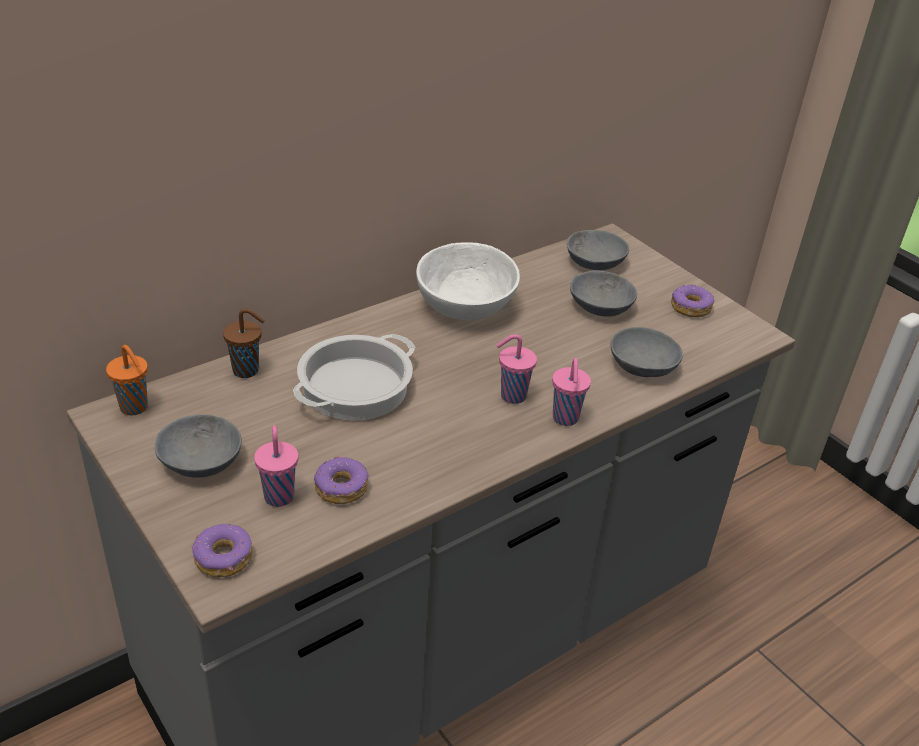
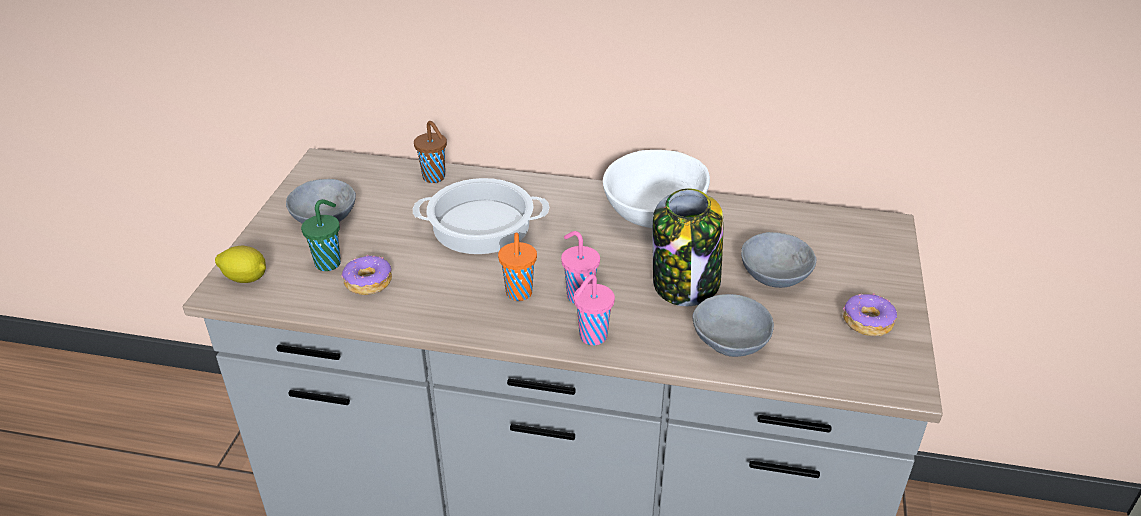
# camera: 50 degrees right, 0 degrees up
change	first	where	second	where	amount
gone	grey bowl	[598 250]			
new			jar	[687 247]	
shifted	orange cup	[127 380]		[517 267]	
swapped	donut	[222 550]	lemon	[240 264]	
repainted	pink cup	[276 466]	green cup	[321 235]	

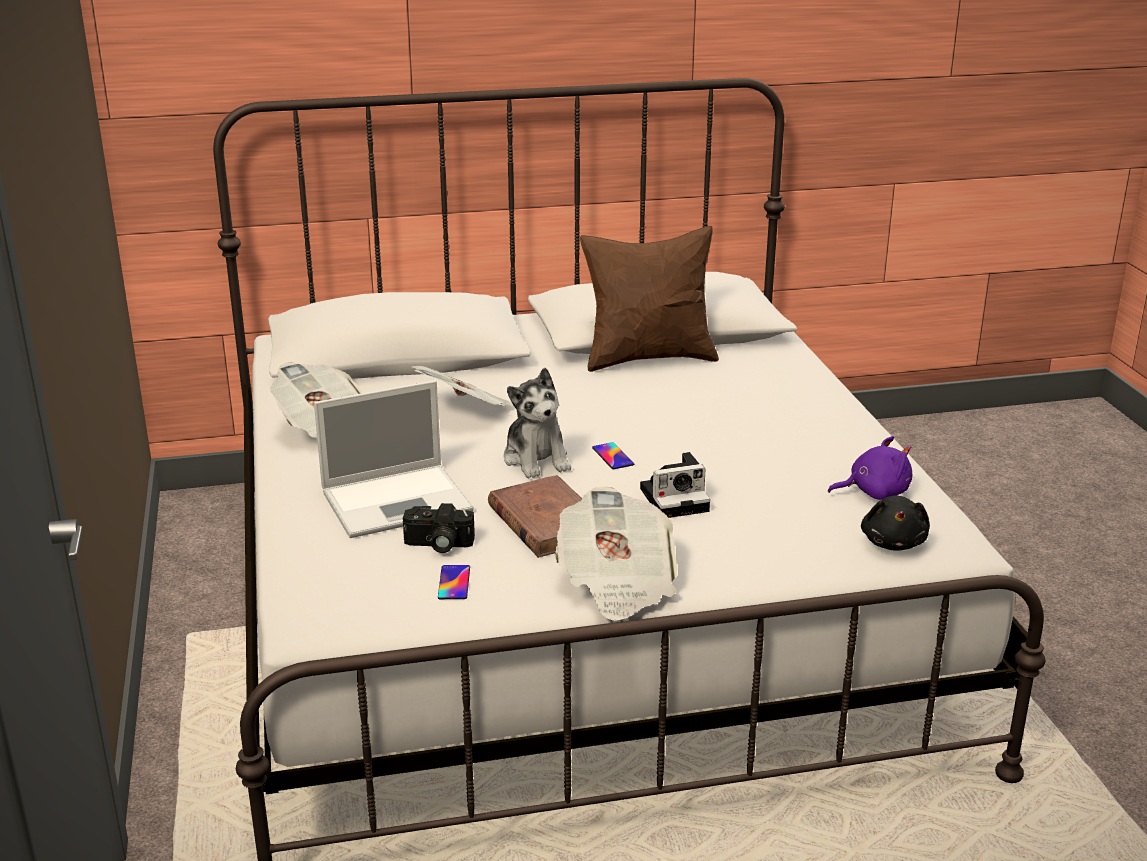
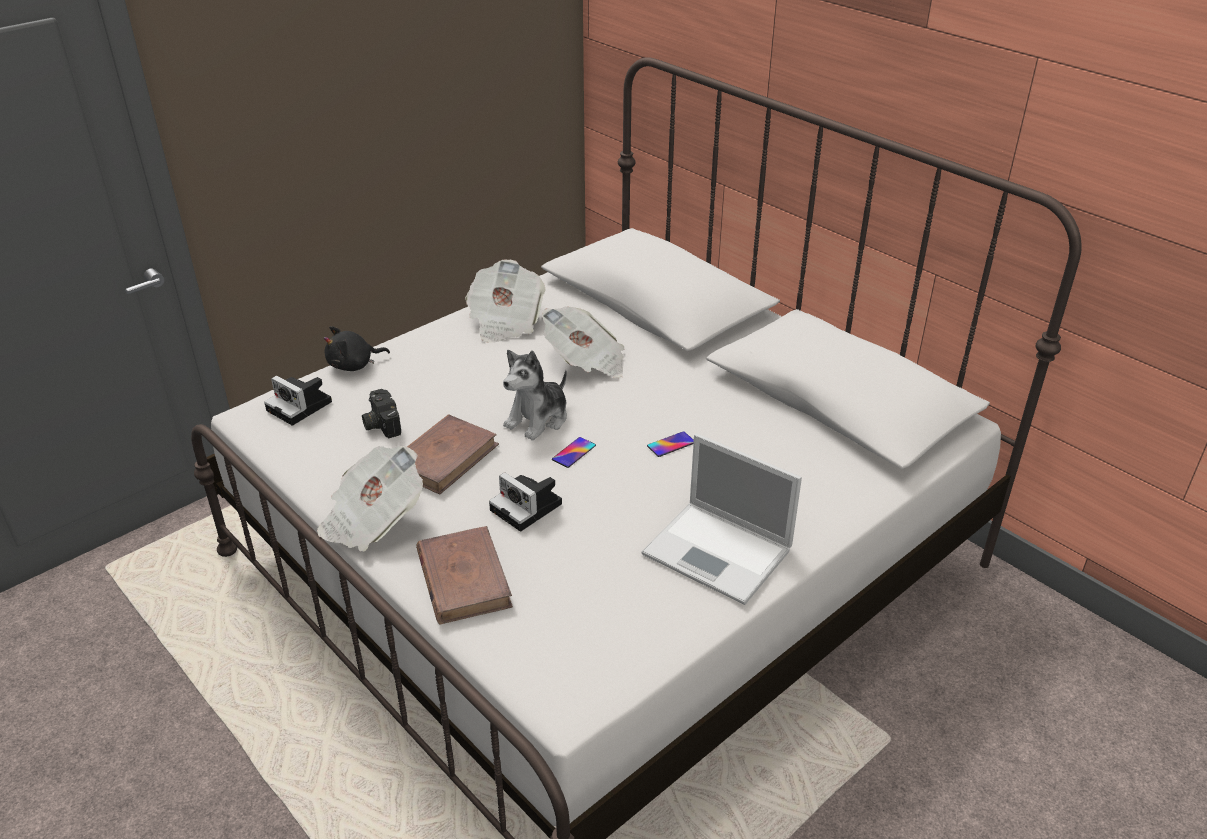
# camera: 60 degrees right, 10 degrees up
change	first	where	second	where	amount
gone	brown pillow	[649 299]			
gone	purple plush toy	[870 468]			
new			photo camera	[298 400]	
new			brown book	[464 575]	
shifted	laptop	[393 459]		[722 519]	
shifted	phone	[454 582]		[670 444]	
shifted	black plush toy	[895 523]		[357 348]	

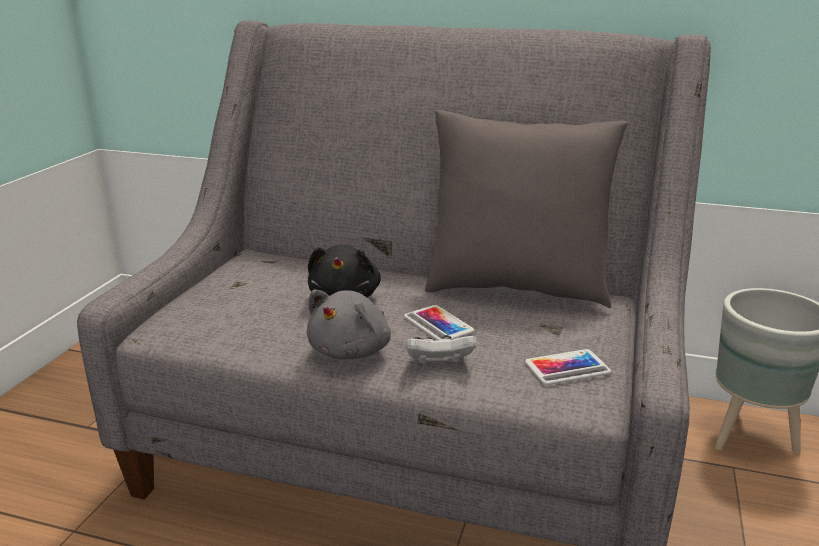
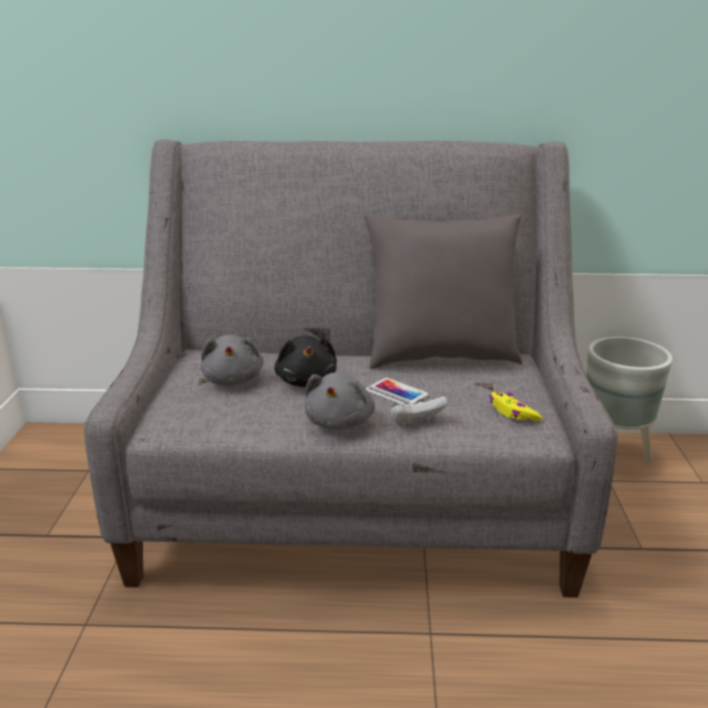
# camera: 15 degrees left, 0 degrees up
change	first	where	second	where	amount
new			grey plush toy	[232 360]	
swapped	phone	[568 367]	yellow game controller	[515 407]	

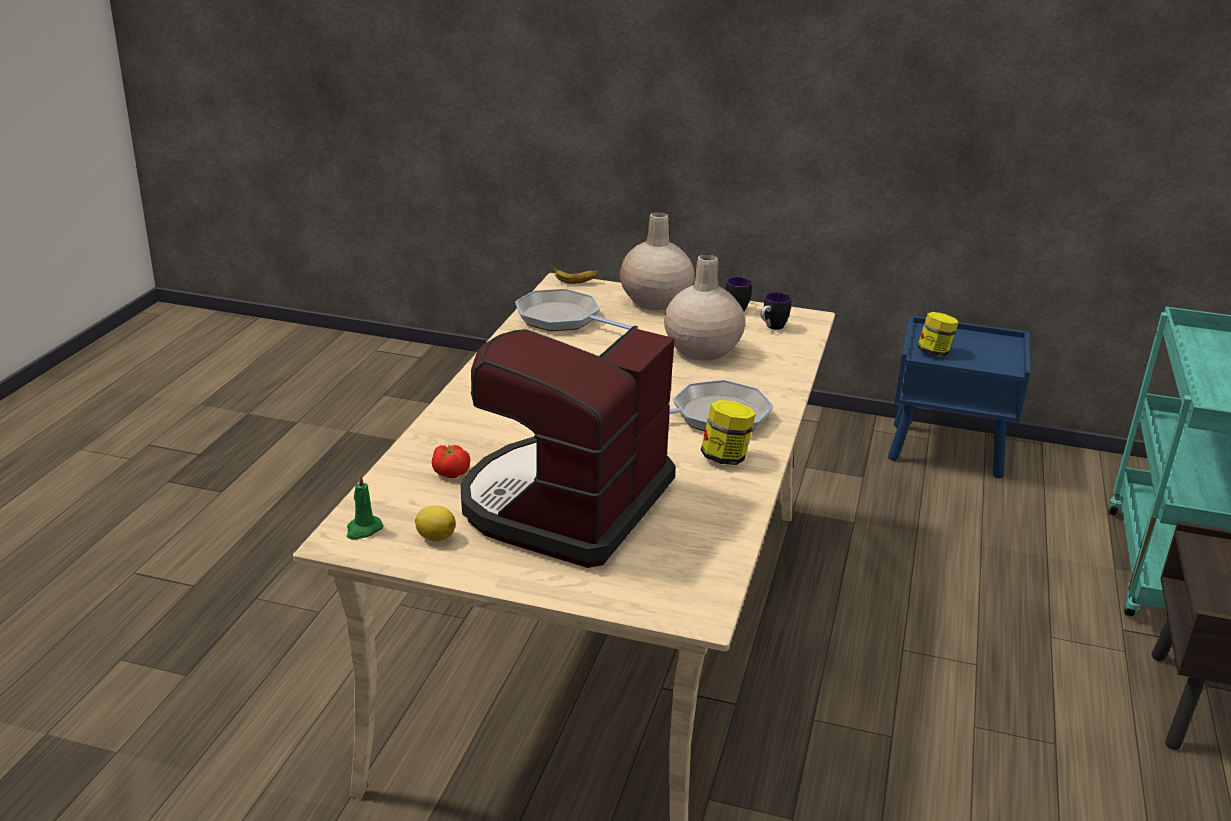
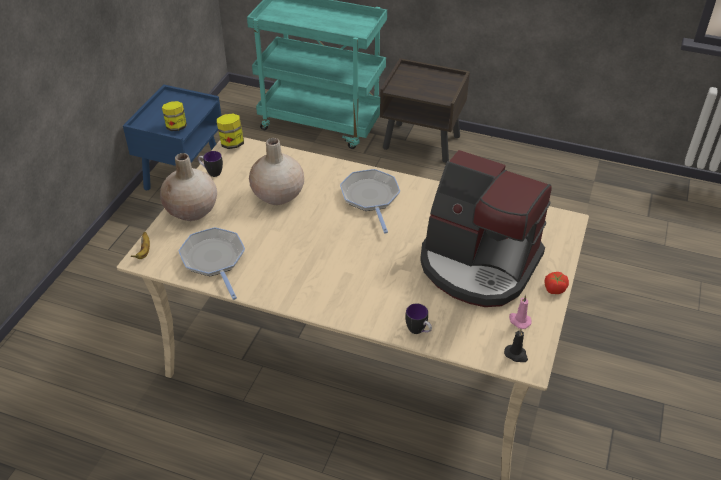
# camera: 85 degrees left, 15 degrees up
change	first	where	second	where	amount
shifted	tomato	[451 461]		[557 283]	
shifted	jar	[728 432]		[230 131]	
shifted	mug	[776 311]		[418 318]	
swapped	lemon	[435 523]	pink candle	[520 312]	
repainted	green candle	[365 507]	black candle	[516 345]	
rotated	frying pan	[576 310]		[211 263]	120 degrees clockwise

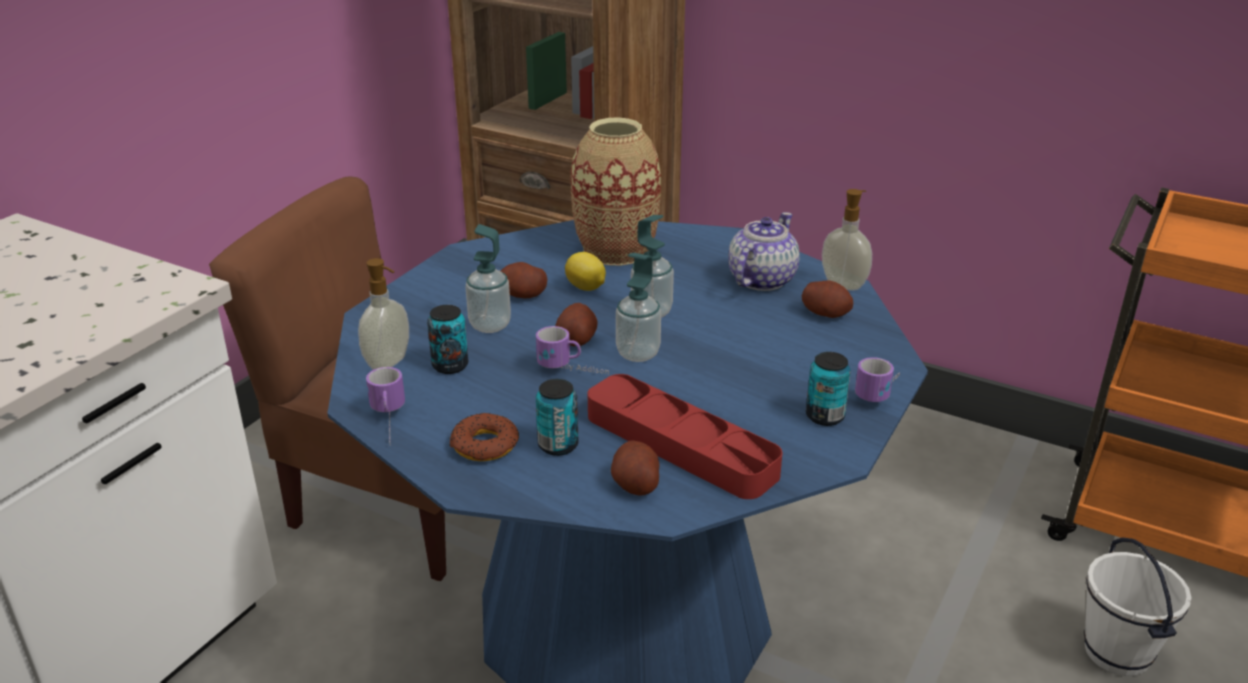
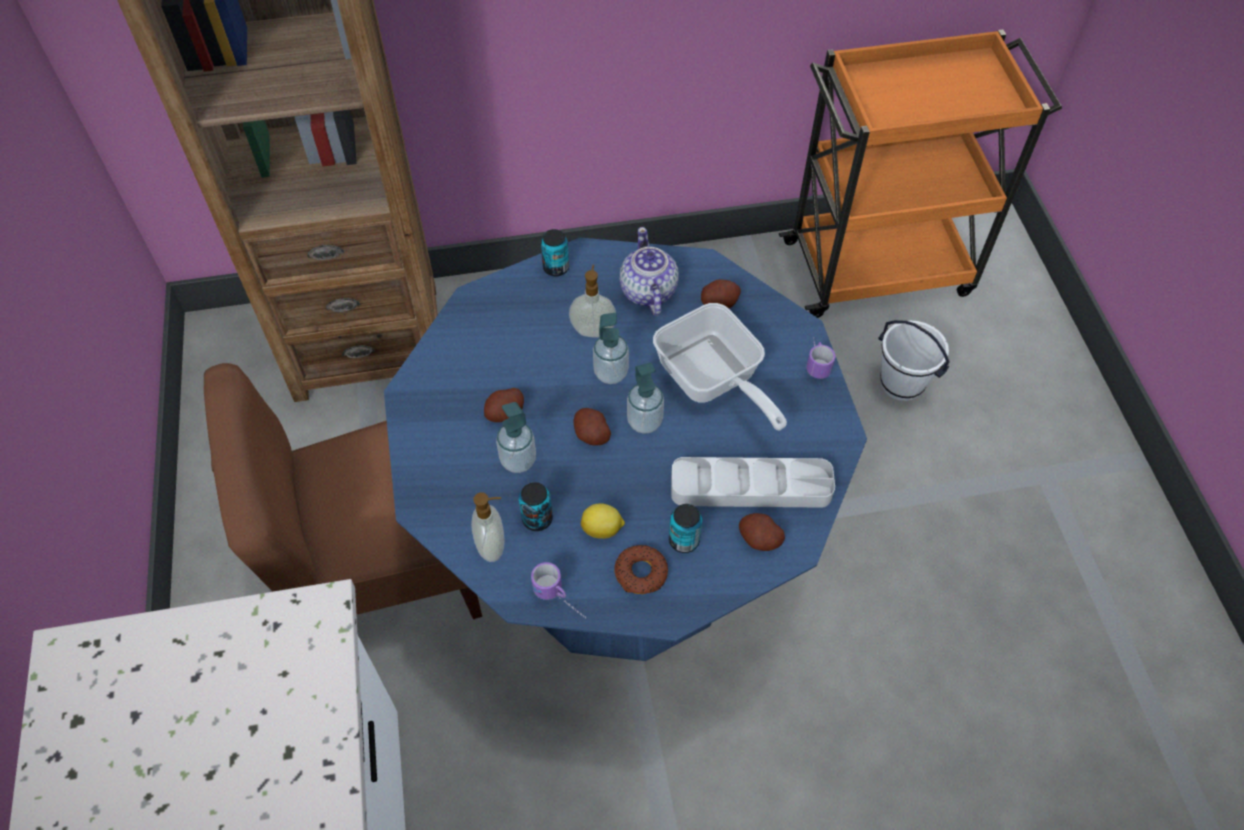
# camera: 40 degrees left, 25 degrees up
change	first	where	second	where	amount
gone	mug	[572 350]			
gone	vase	[616 191]			
new			frying pan	[720 366]	
shifted	lemon	[585 271]		[603 521]	
shifted	can	[828 389]		[555 252]	
shifted	soap dispenser	[847 240]		[592 301]	
repainted	red tray	[685 436]	grey tray	[753 482]	

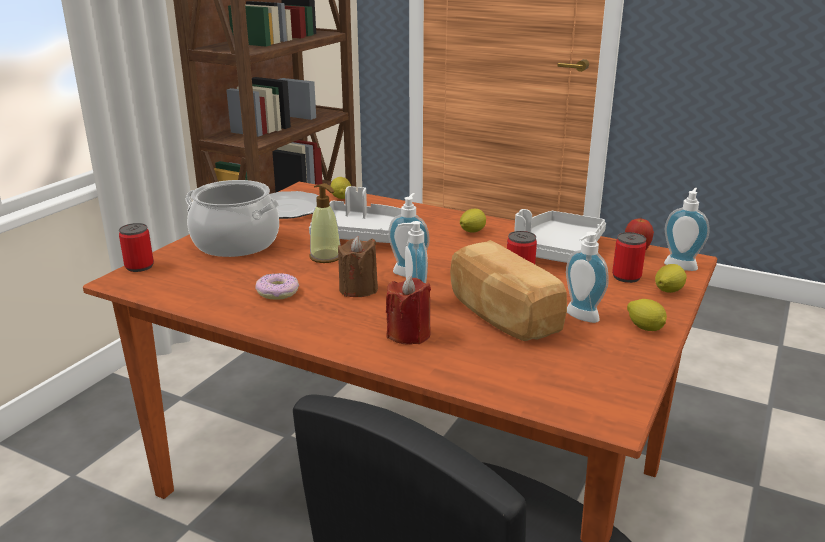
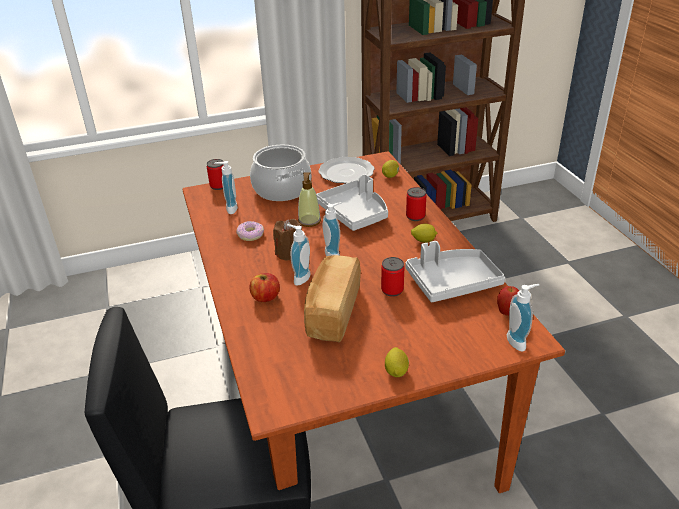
# camera: 45 degrees right, 10 degrees up
change	first	where	second	where	amount
gone	lemon	[671 278]			
shifted	soap dispenser	[587 277]		[226 187]	
shifted	can	[629 257]		[416 204]	
swapped	red candle	[408 310]	apple	[264 287]	

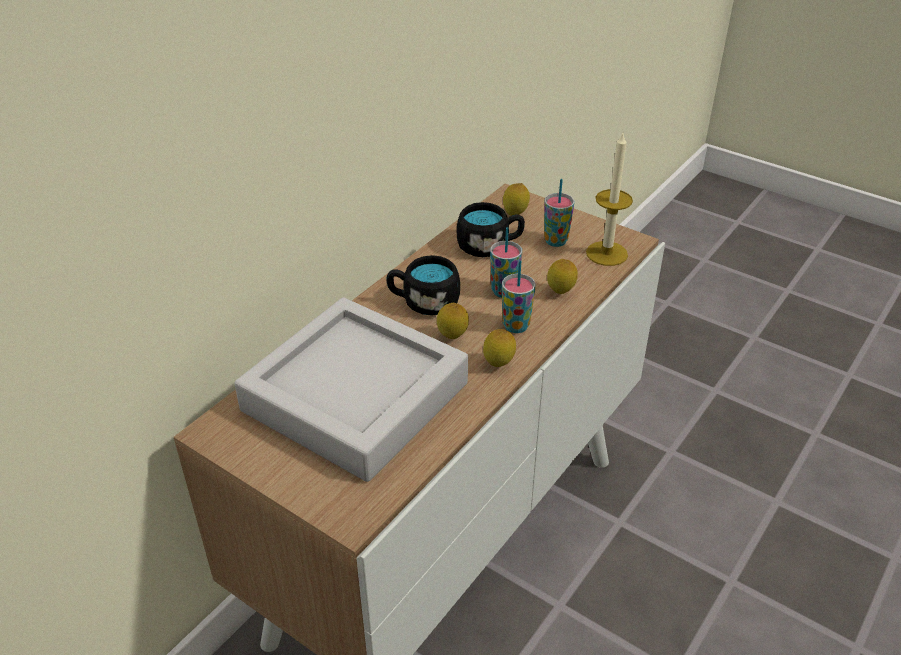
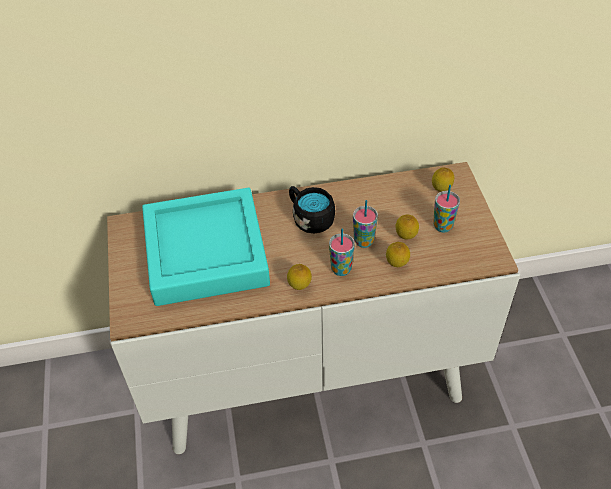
# camera: 45 degrees right, 10 degrees up
change	first	where	second	where	amount
gone	black mug	[491 229]			
gone	candle	[609 198]			
shifted	lemon	[453 321]		[407 227]	
repainted	grey tray	[351 389]	turquoise tray	[206 247]	

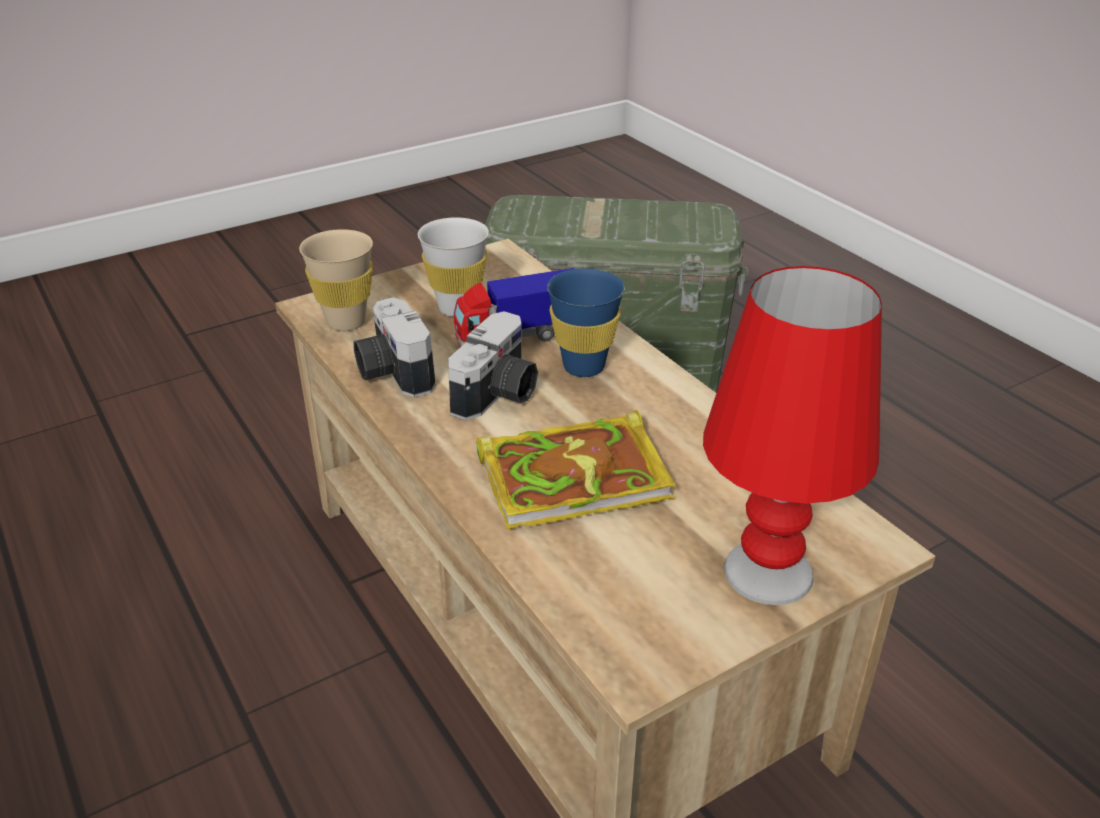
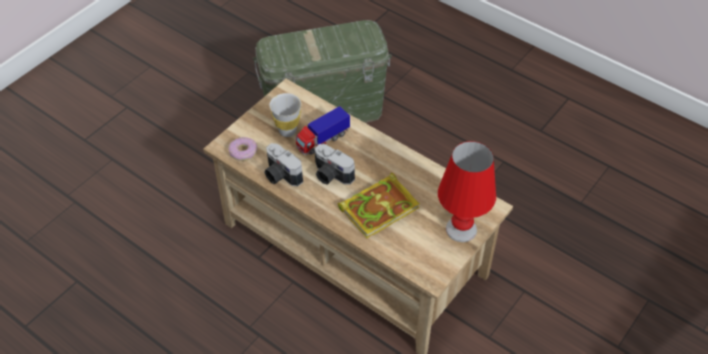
# camera: 20 degrees left, 15 degrees up
change	first	where	second	where	amount
gone	blue cup	[586 322]			
swapped	beige cup	[336 280]	donut	[242 149]	
rotated	photo camera	[493 365]		[334 164]	120 degrees clockwise

